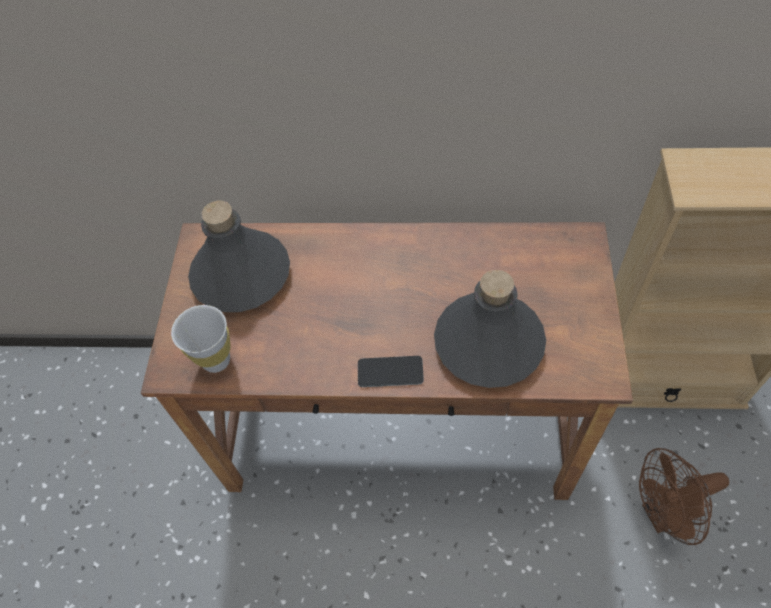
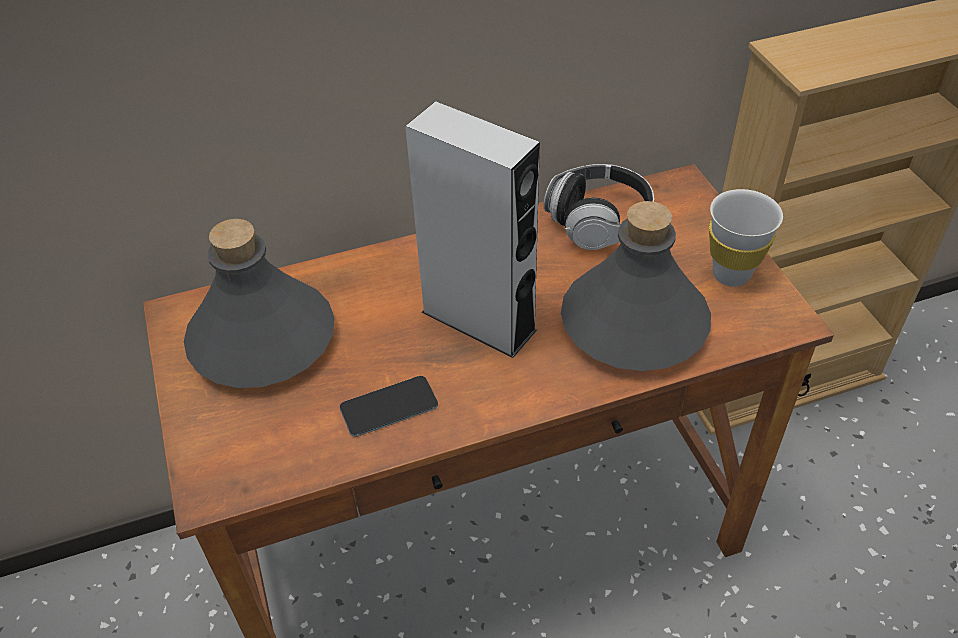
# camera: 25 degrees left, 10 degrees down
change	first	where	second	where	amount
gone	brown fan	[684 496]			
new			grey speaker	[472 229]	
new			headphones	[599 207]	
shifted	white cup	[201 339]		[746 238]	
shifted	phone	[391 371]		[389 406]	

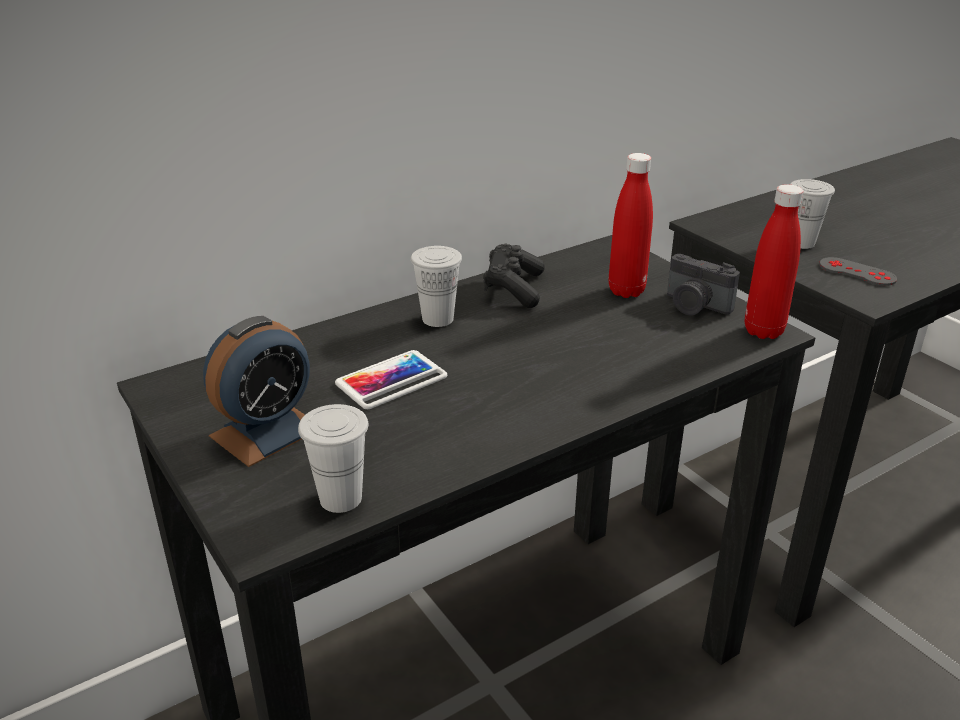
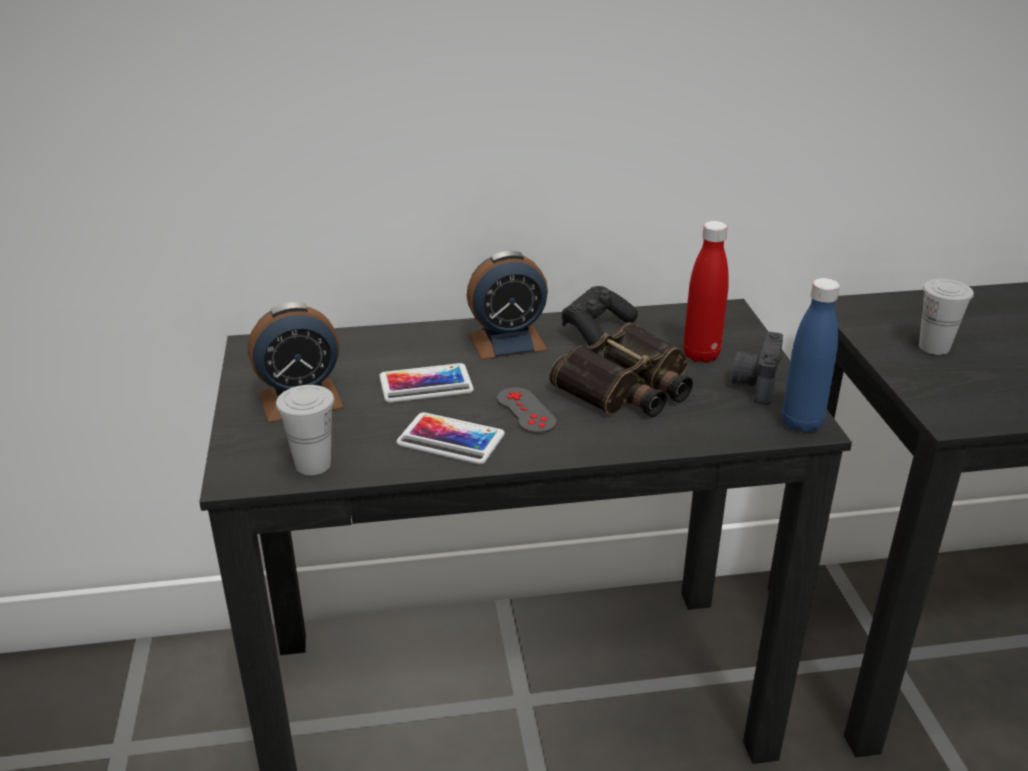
# camera: 25 degrees right, 0 degrees up
change	first	where	second	where	amount
new			phone	[450 438]	
new			binoculars	[621 369]	
shifted	grey game controller	[858 271]		[527 410]	
swapped	white cup	[436 286]	alarm clock	[507 305]	
repainted	red bottle	[774 261]	blue bottle	[811 355]	
rotated	photo camera	[703 284]		[757 368]	45 degrees clockwise

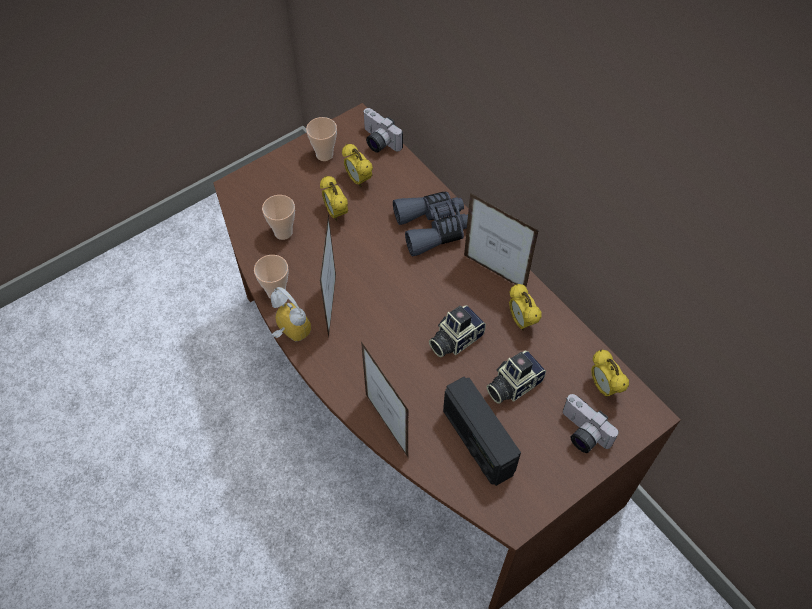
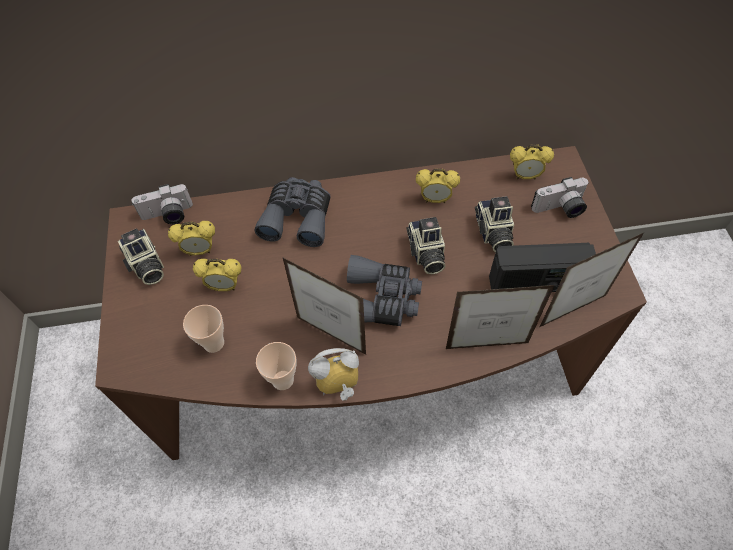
# camera: 60 degrees left, 0 degrees up
change	first	where	second	where	amount
new			grey binoculars	[384 290]	
shifted	picture frame	[501 240]		[592 279]	
swapped	cup	[321 139]	photo camera	[141 256]	

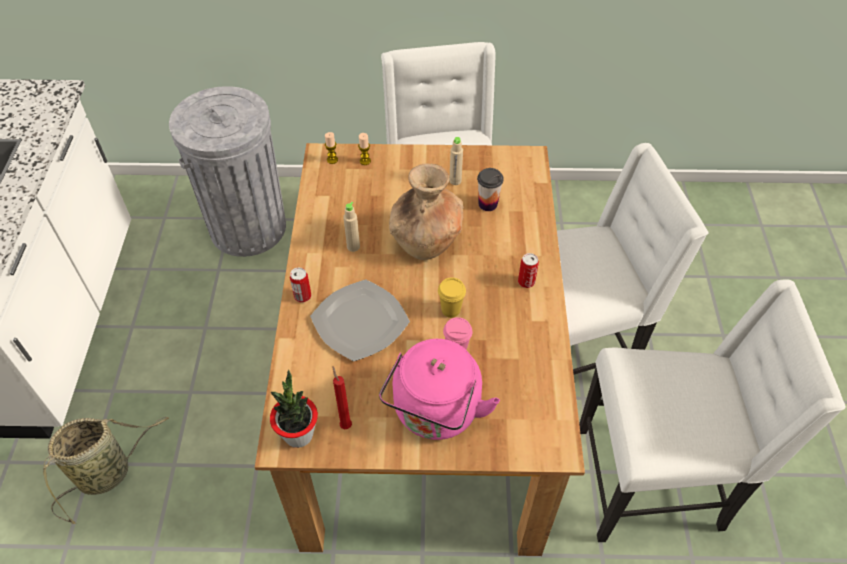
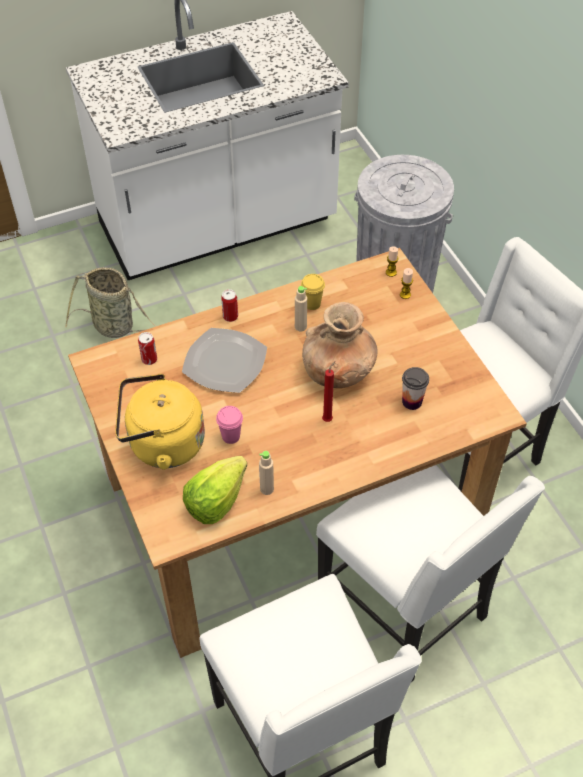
# camera: 65 degrees right, 0 degrees up
change	first	where	second	where	amount
gone	potted plant	[294 409]			
new			lettuce	[215 490]	
shifted	red candle	[342 397]		[328 391]	
shifted	yellow cup	[452 298]		[313 292]	
shifted	beige bottle	[456 161]		[266 473]	
shifted	can	[528 270]		[147 348]	
repainted	pink kettle	[439 389]	yellow kettle	[160 422]	

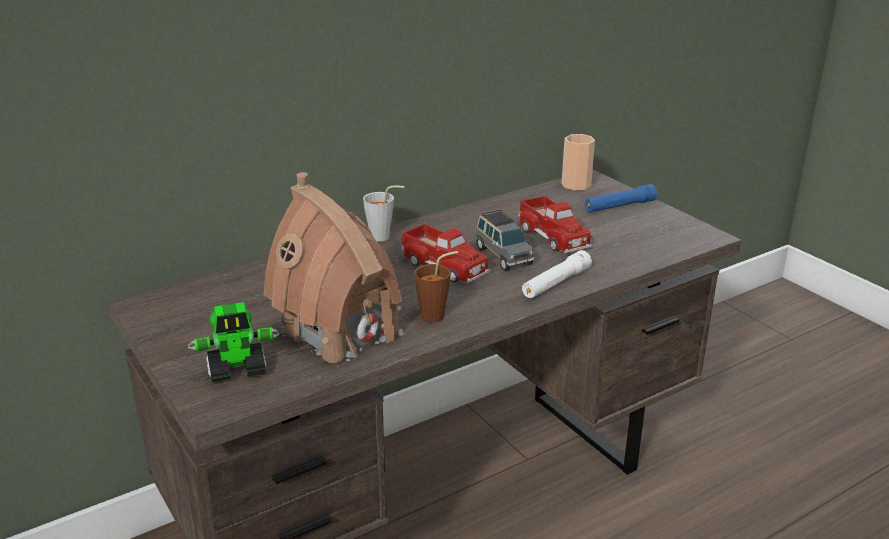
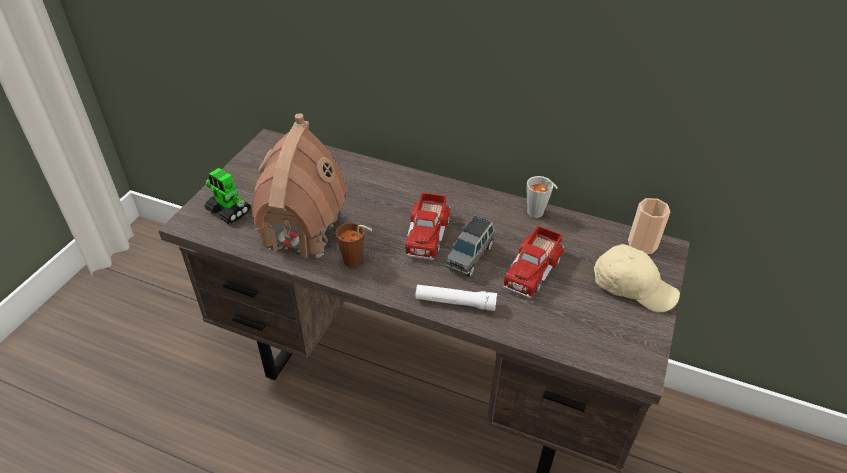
# camera: 55 degrees right, 15 degrees up
change	first	where	second	where	amount
shifted	grey cup	[384 213]		[542 197]	
swapped	blue flashlight	[621 198]	beige cap	[637 278]	

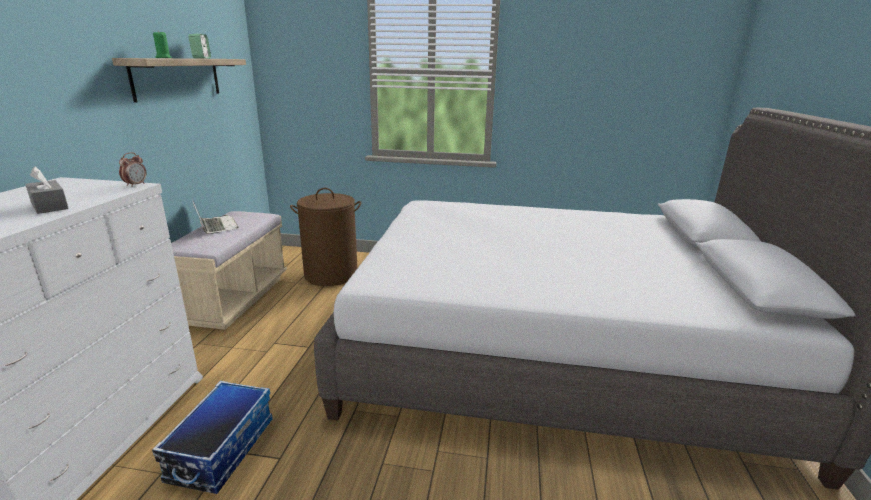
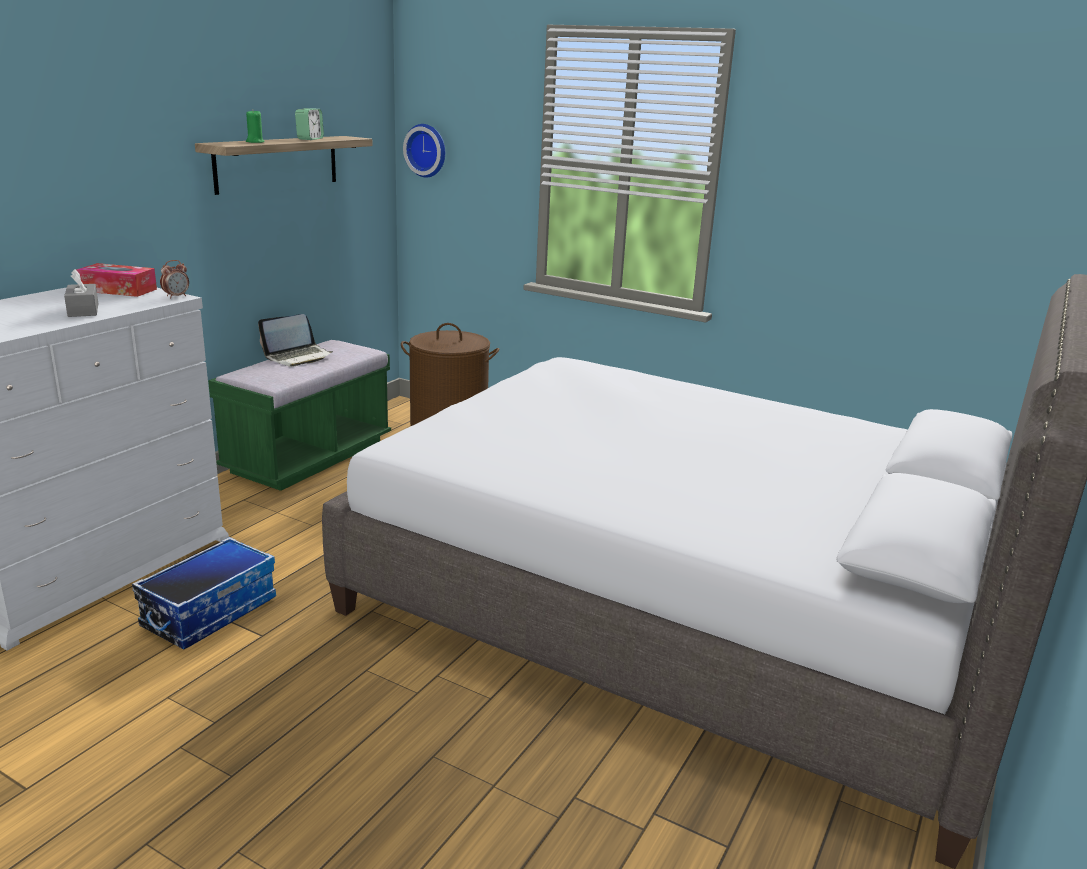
# camera: 20 degrees right, 0 degrees up
change	first	where	second	where	amount
new			tissue box	[116 280]	
new			wall clock	[424 151]	
repainted	beige bench	[229 270]	green bench	[299 415]	
rotated	laptop	[215 216]		[295 340]	60 degrees clockwise

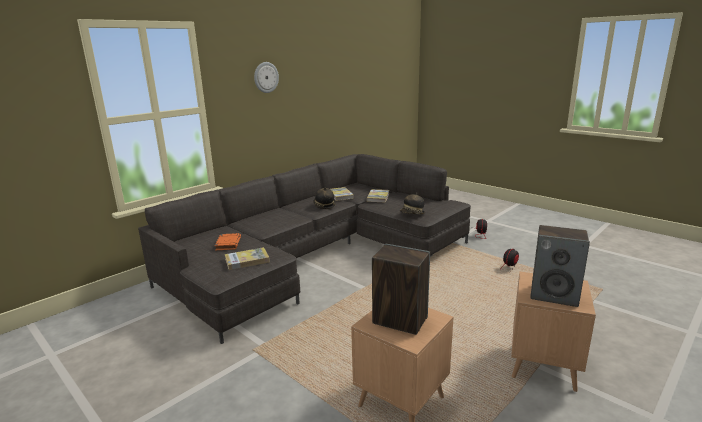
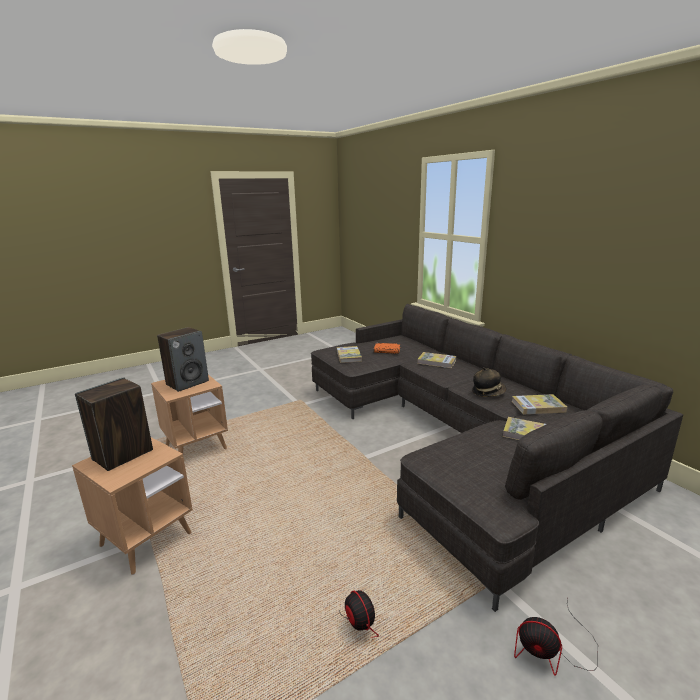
# camera: 105 degrees right, 0 degrees up
change	first	where	second	where	amount
gone	wall clock	[266 77]			
gone	hat	[412 203]			
new			book	[436 360]	

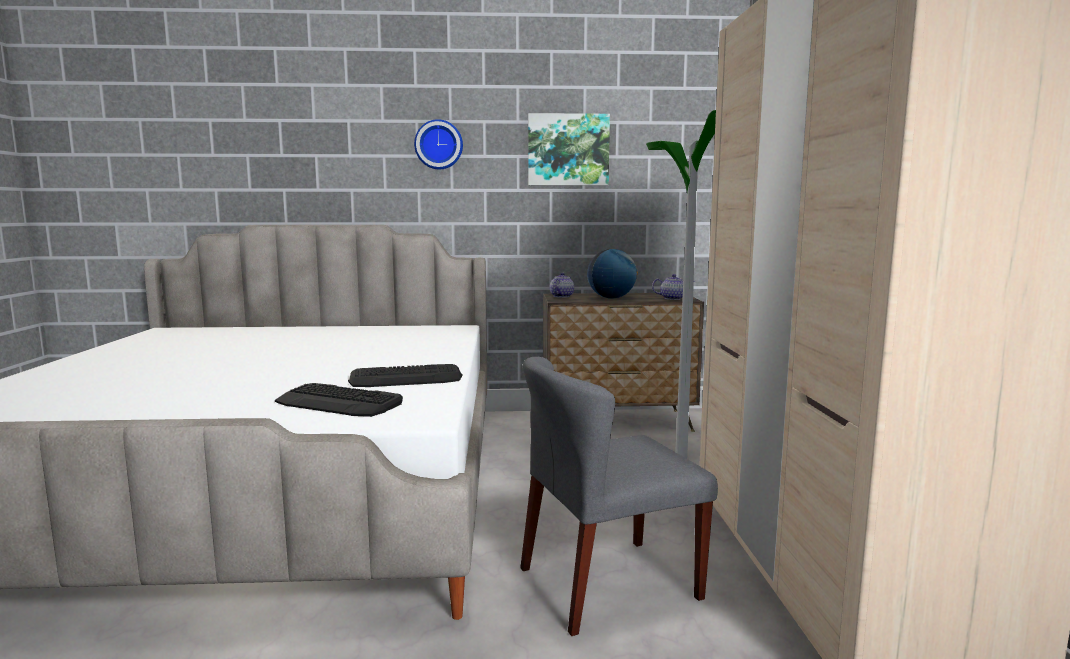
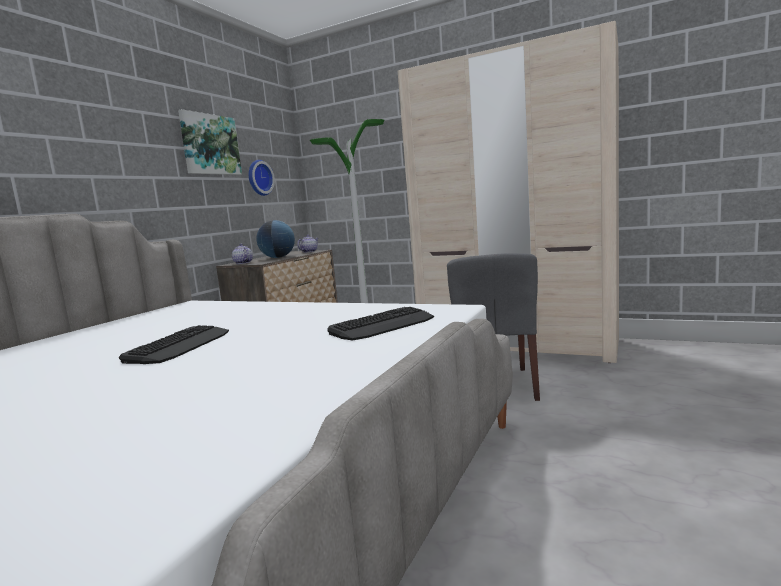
# camera: 60 degrees left, 0 degrees up
change	first	where	second	where	amount
shifted	keyboard	[405 375]		[174 344]	
shifted	wall clock	[438 144]		[262 178]	

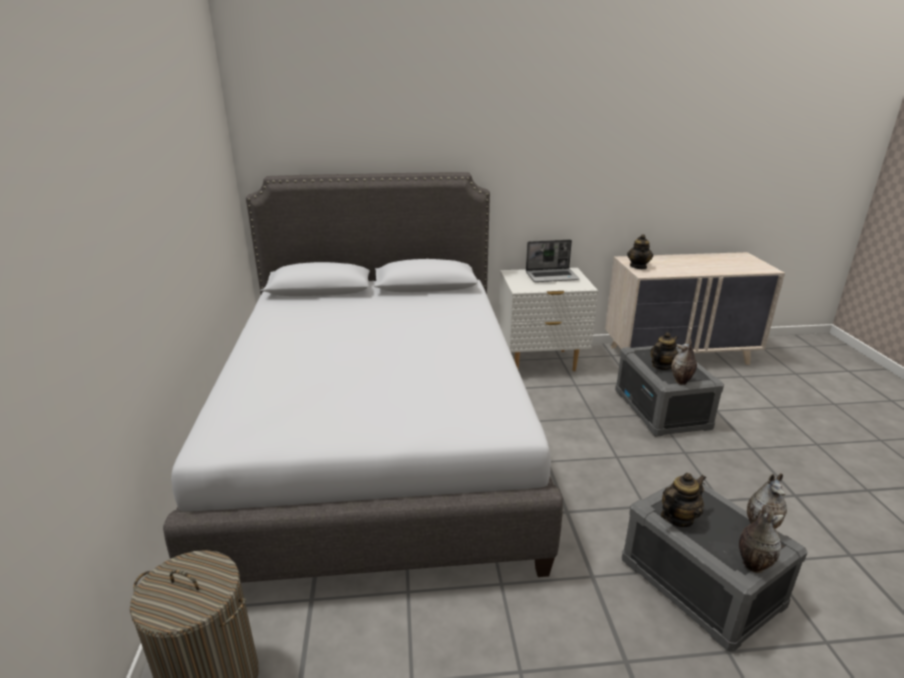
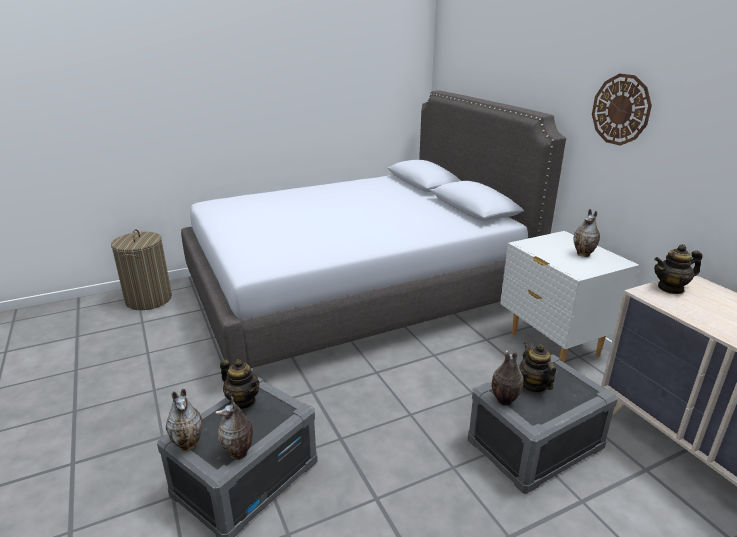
# camera: 70 degrees right, 0 degrees up
change	first	where	second	where	amount
new			wall clock	[622 110]	
swapped	laptop	[552 261]	vase	[587 233]	
rotated	teapot	[664 351]		[537 367]	135 degrees counterclockwise

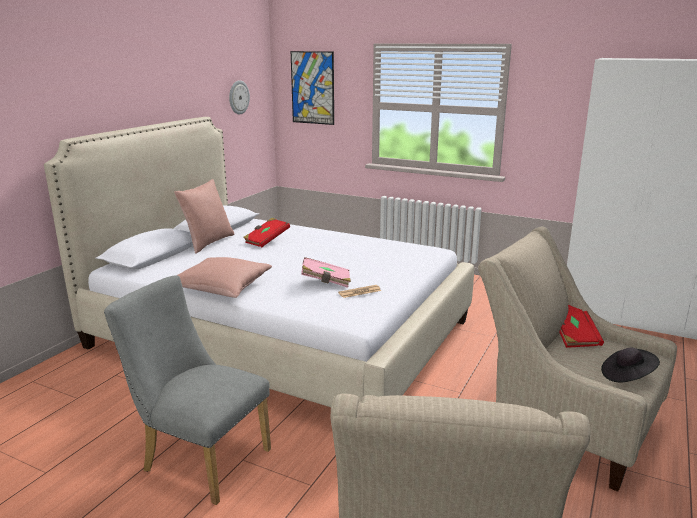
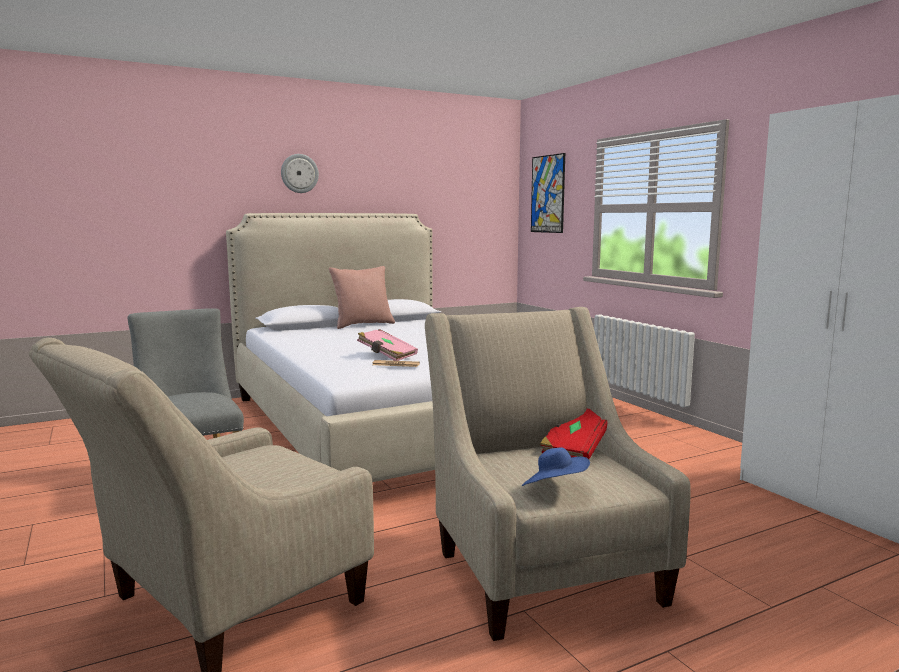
# camera: 35 degrees right, 10 degrees down
change	first	where	second	where	amount
gone	pink pillow	[225 277]			
gone	red book	[266 232]			
shifted	wall clock	[239 97]		[300 173]	
repainted	black hat	[630 365]	blue hat	[556 466]	

